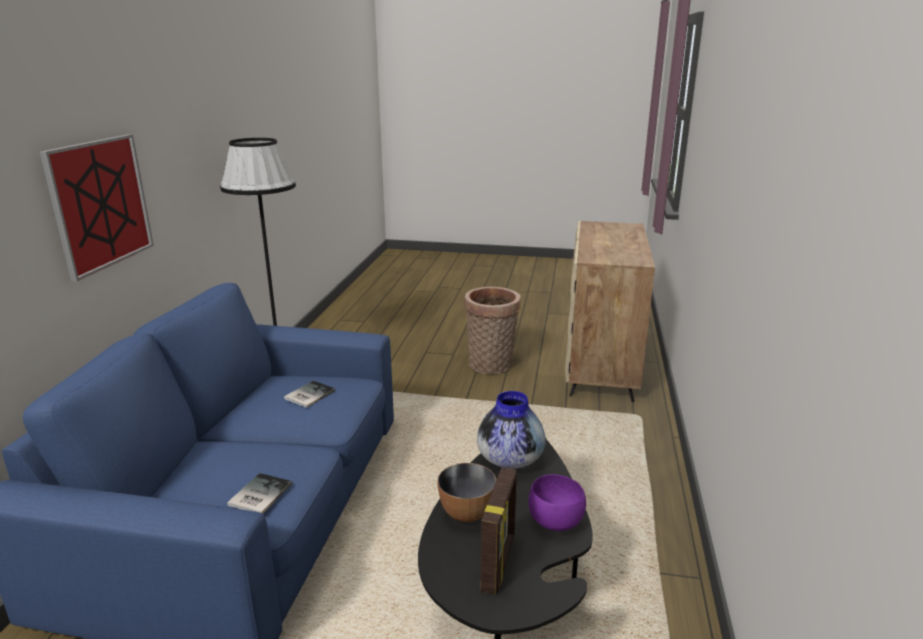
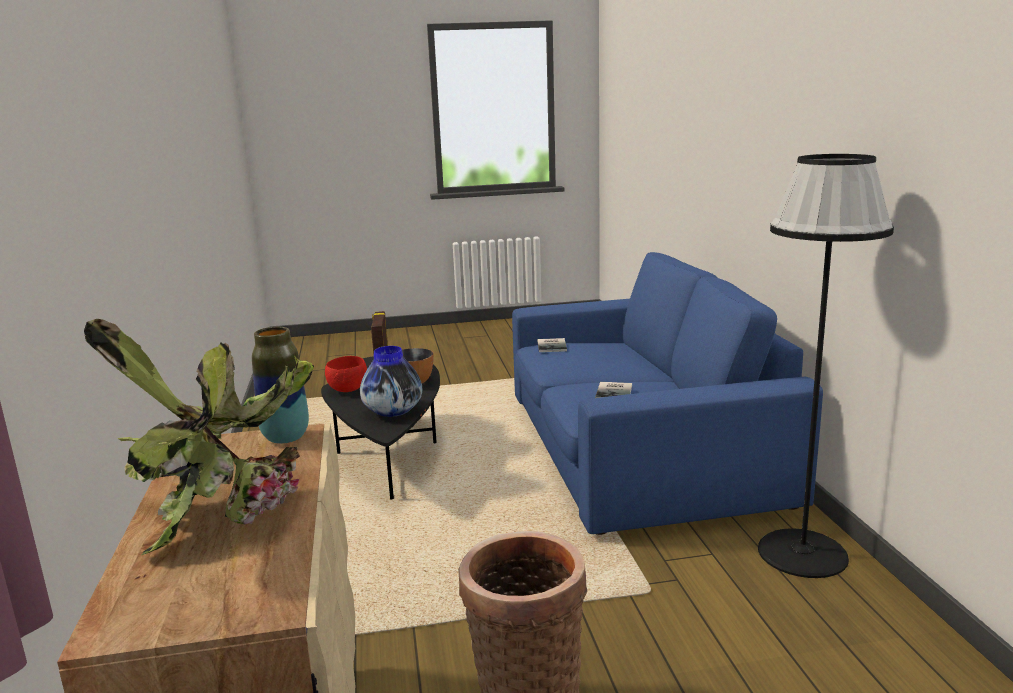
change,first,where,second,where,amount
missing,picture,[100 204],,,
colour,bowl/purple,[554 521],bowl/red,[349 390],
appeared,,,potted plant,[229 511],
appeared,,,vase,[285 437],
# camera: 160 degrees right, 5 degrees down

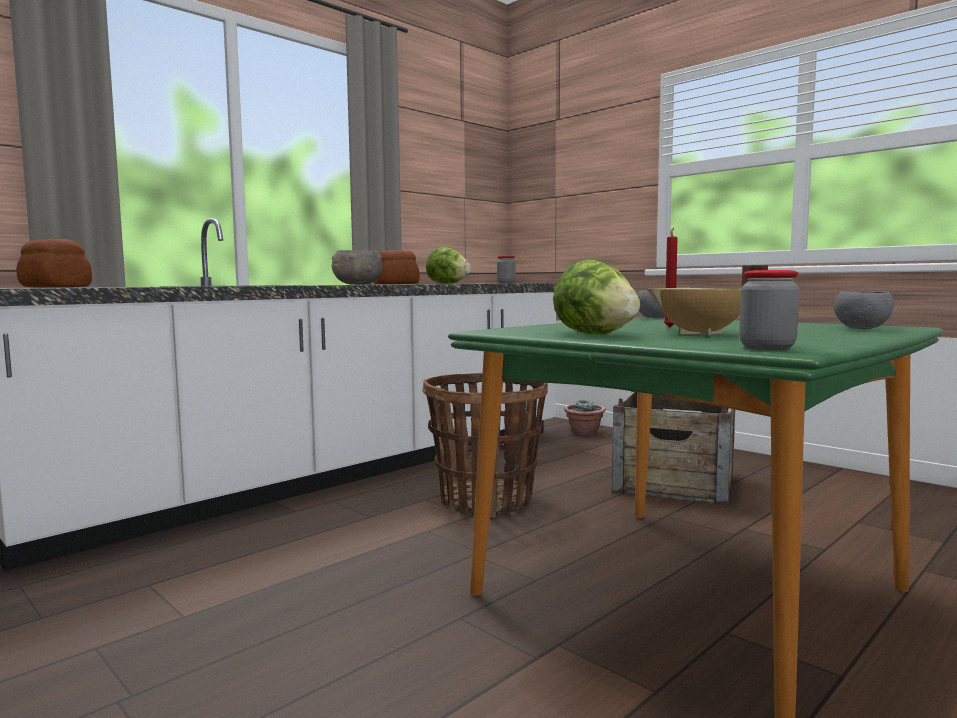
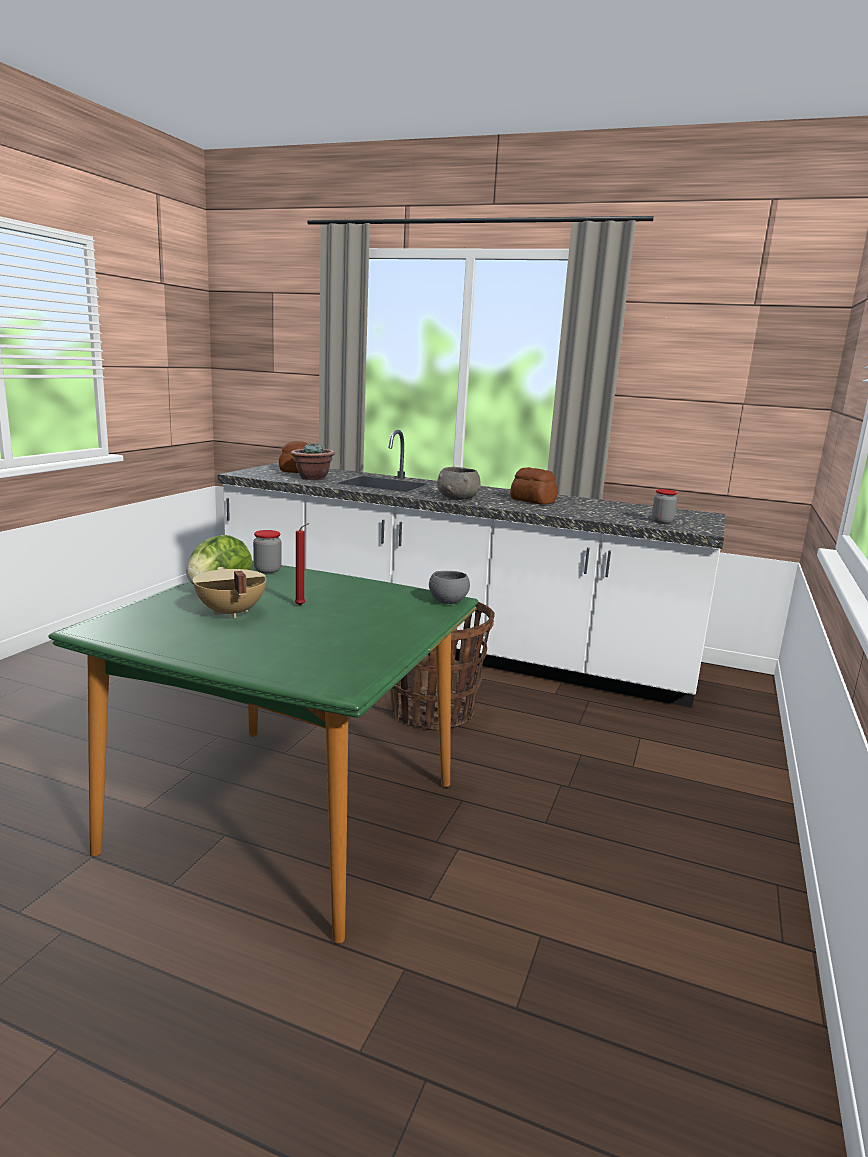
change,first,where,second,where,amount
missing,lettuce,[447 283],,,
relocated,potted plant,[584 433],,[312 478],
missing,crate,[675 483],,,
relocated,jar,[767 348],,[267 570],
missing,bowl/grey,[861 329],,,
# camera: 65 degrees right, 10 degrees up

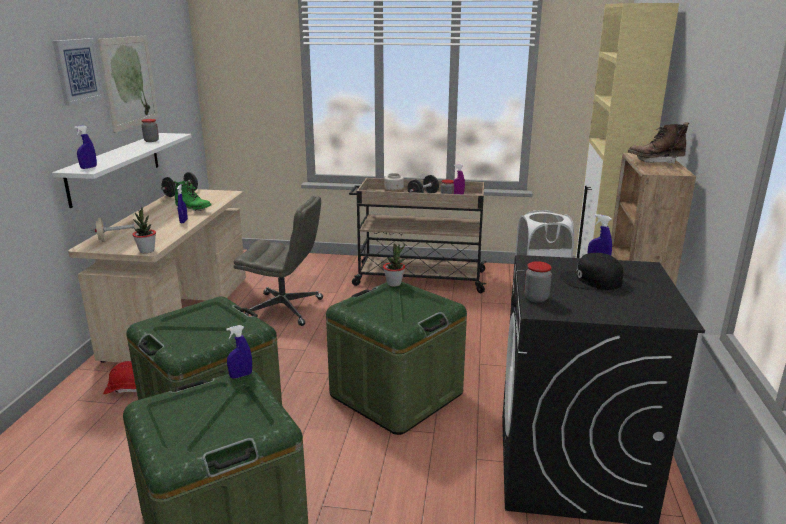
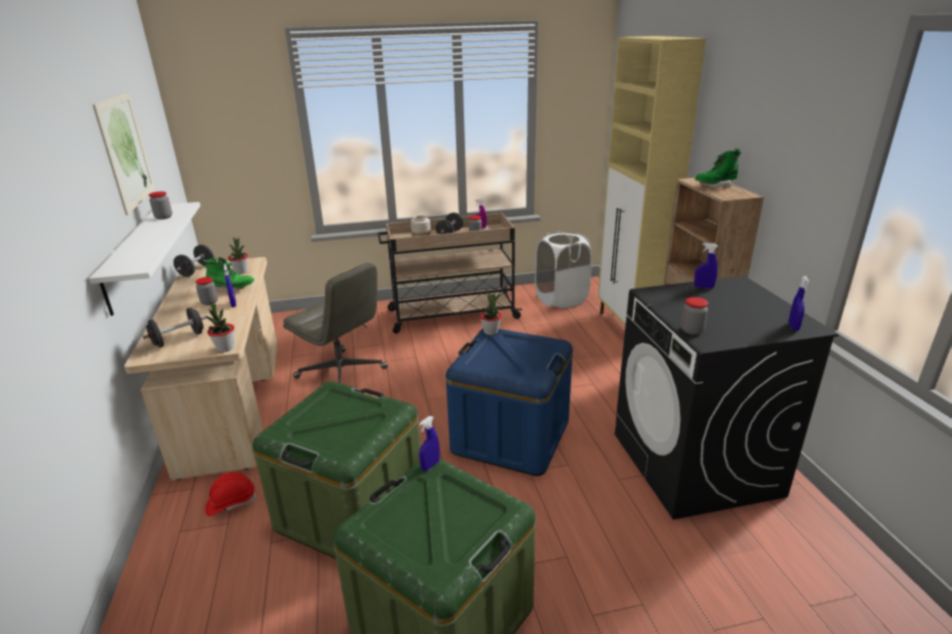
change,first,where,second,where,amount
missing,picture,[77 71],,,
relocated,spray bottle/blue,[88 167],,[793 326],
colour,dumbbell/beige,[121 239],dumbbell/black,[179 339],
spun,office chair/grey,[284 309],,[342 373],45 degrees clockwise
colour,storage box/green,[396 394],storage box/blue,[511 436],
missing,cap/black,[591 280],,,
colour,boot/brown,[655 162],boot/green,[715 186],
appeared,,,jar,[209 302],
appeared,,,potted plant,[241 272],
# camera: 20 degrees left, 5 degrees up

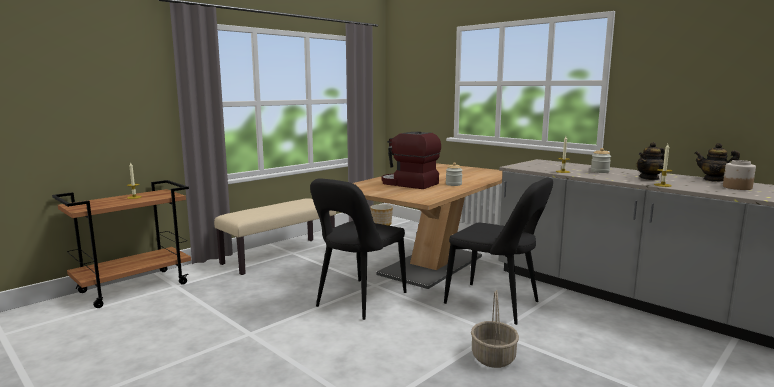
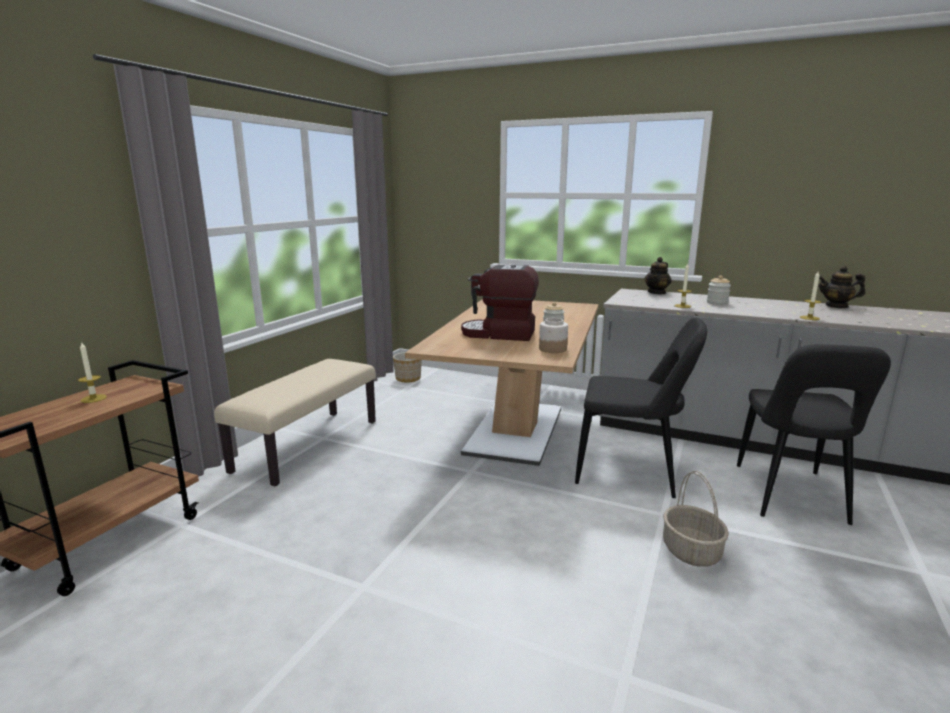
change,first,where,second,where,amount
relocated,chair/black,[359 301],,[791 497],
relocated,teapot,[649 178],,[657 292],
relocated,jar,[737 187],,[552 349],
# camera: 20 degrees left, 5 degrees up

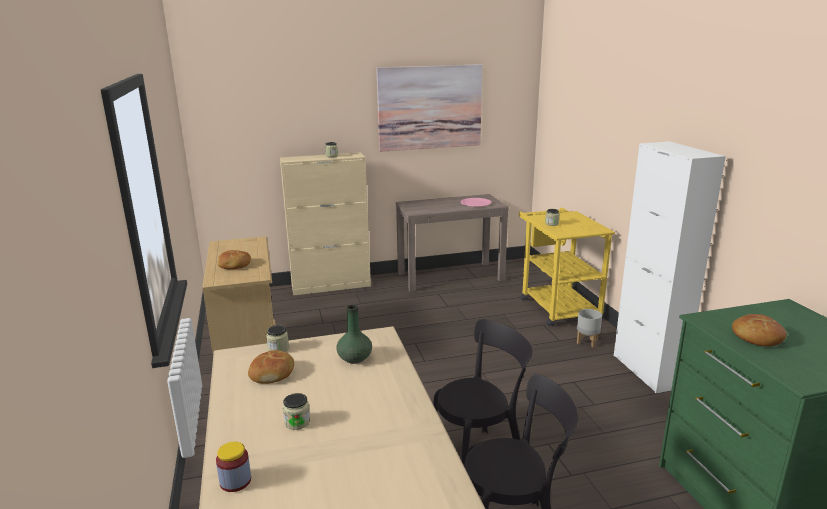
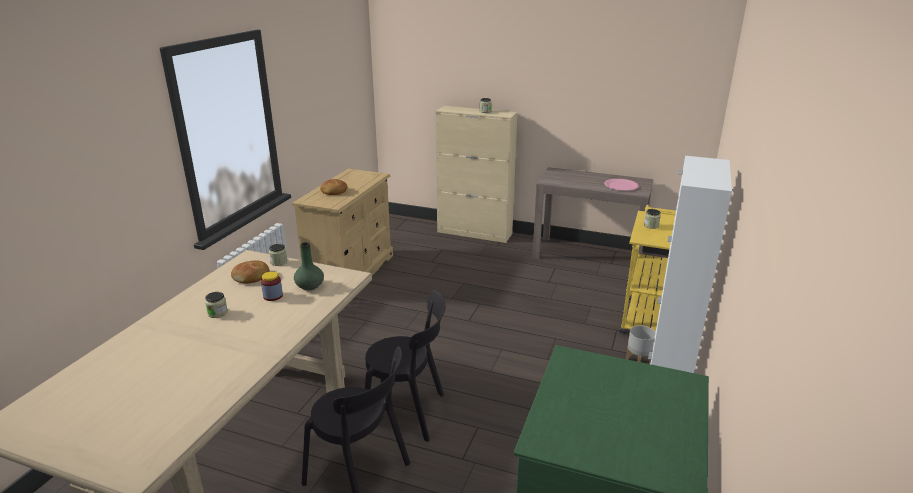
change,first,where,second,where,amount
relocated,jar,[235 481],,[273 296],
missing,picture,[430 107],,,
missing,bread,[756 337],,,
# camera: 35 degrees right, 5 degrees up

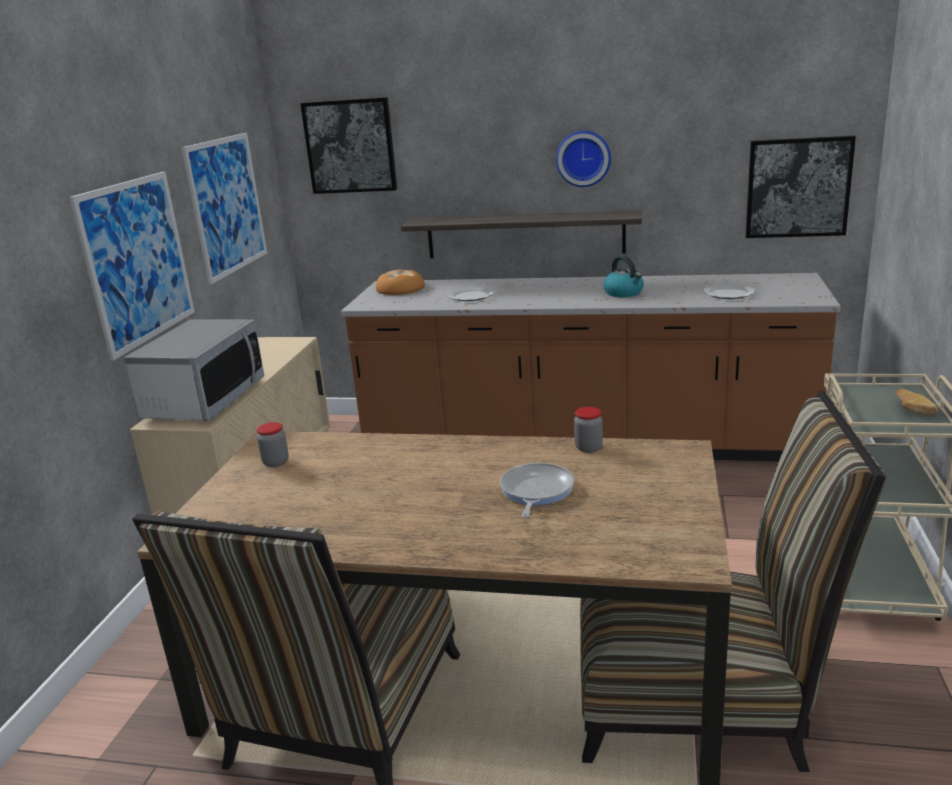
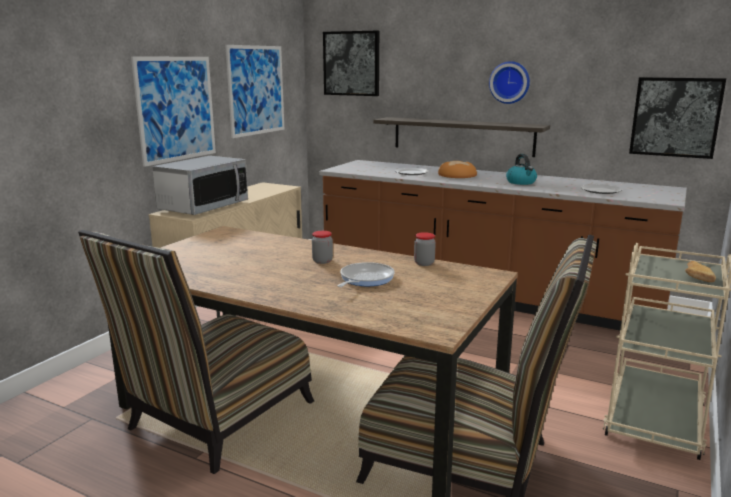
change,first,where,second,where,amount
relocated,jar,[276 462],,[322 261],
relocated,bread,[400 289],,[457 175],
# camera: 15 degrees right, 5 degrees down

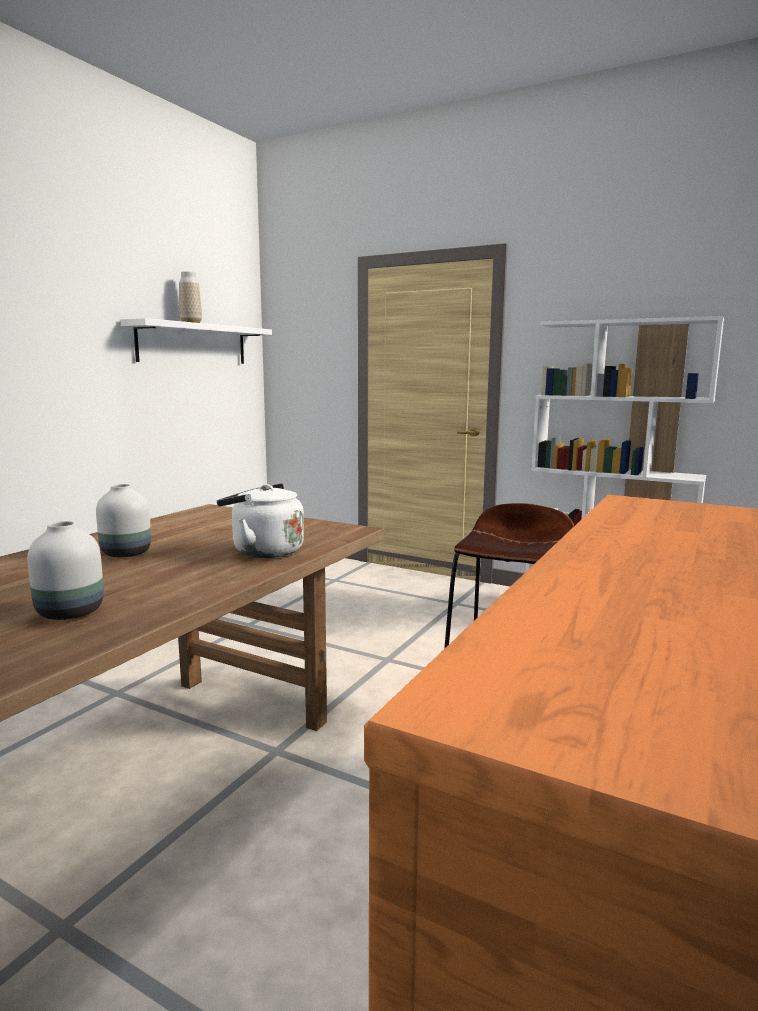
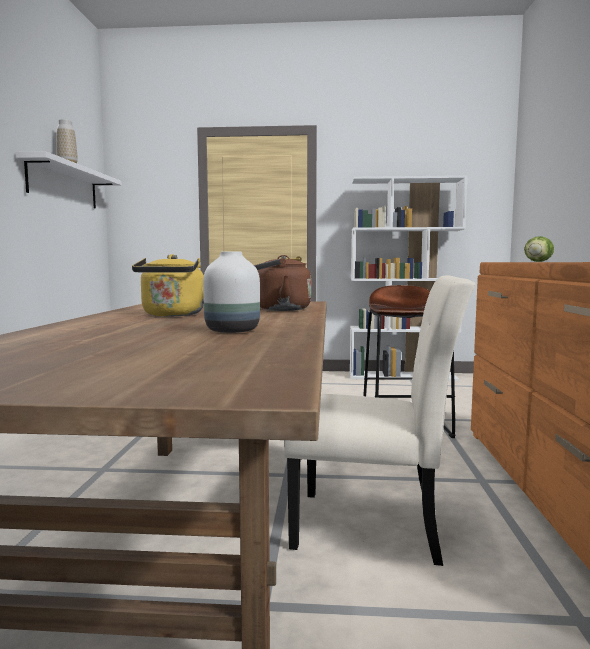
change,first,where,second,where,amount
exchanged,vase/white,[125 553],kettle/yellow,[173 315],
colour,kettle/white,[263 551],kettle/brown,[279 309],
appeared,,,chair/beige,[374 527],
appeared,,,lettuce,[537 261],
# camera: 25 degrees left, 5 degrees down

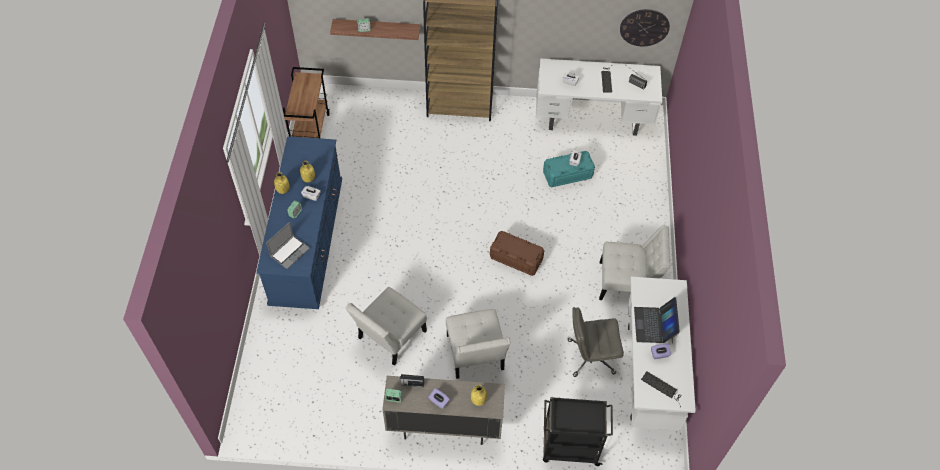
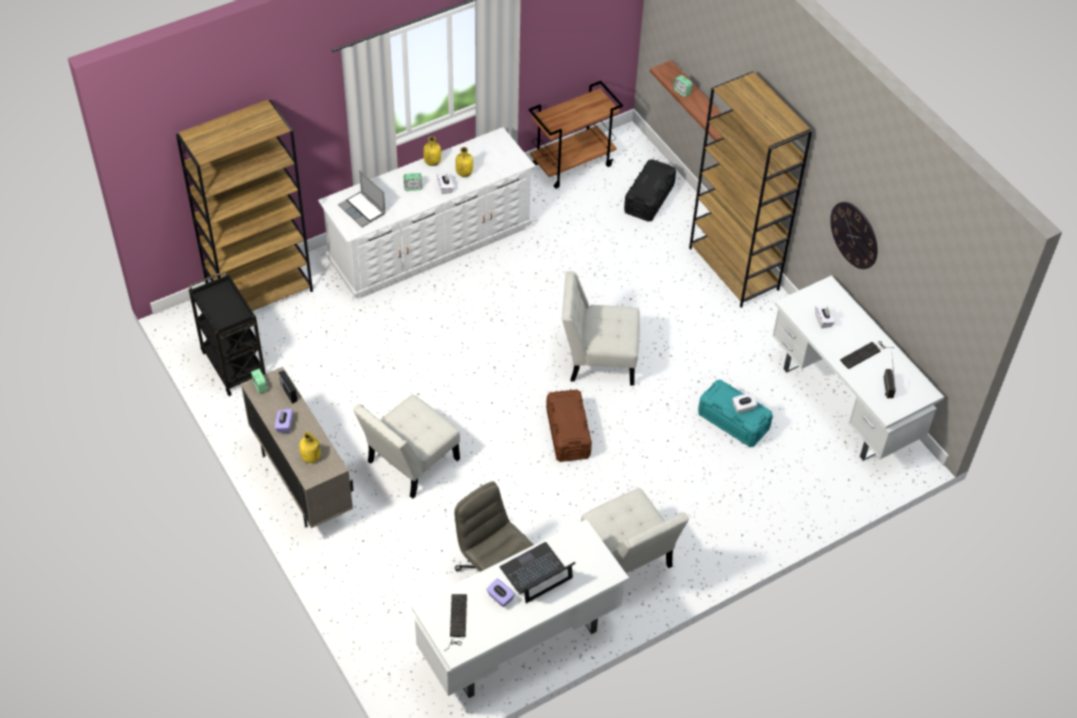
change,first,where,second,where,amount
colour,dresser/blue,[307 242],dresser/white,[430 244],
spun,laptop,[290 252],,[363 210],45 degrees clockwise
relocated,chair/white,[389 337],,[598 359],
relocated,cart/black,[569 447],,[233 364],
relocated,wall clock,[644 27],,[854 235],
appeared,,,bookcase/brown,[261 292],
appeared,,,storage box/black,[649 199],
# camera: 55 degrees right, 5 degrees down

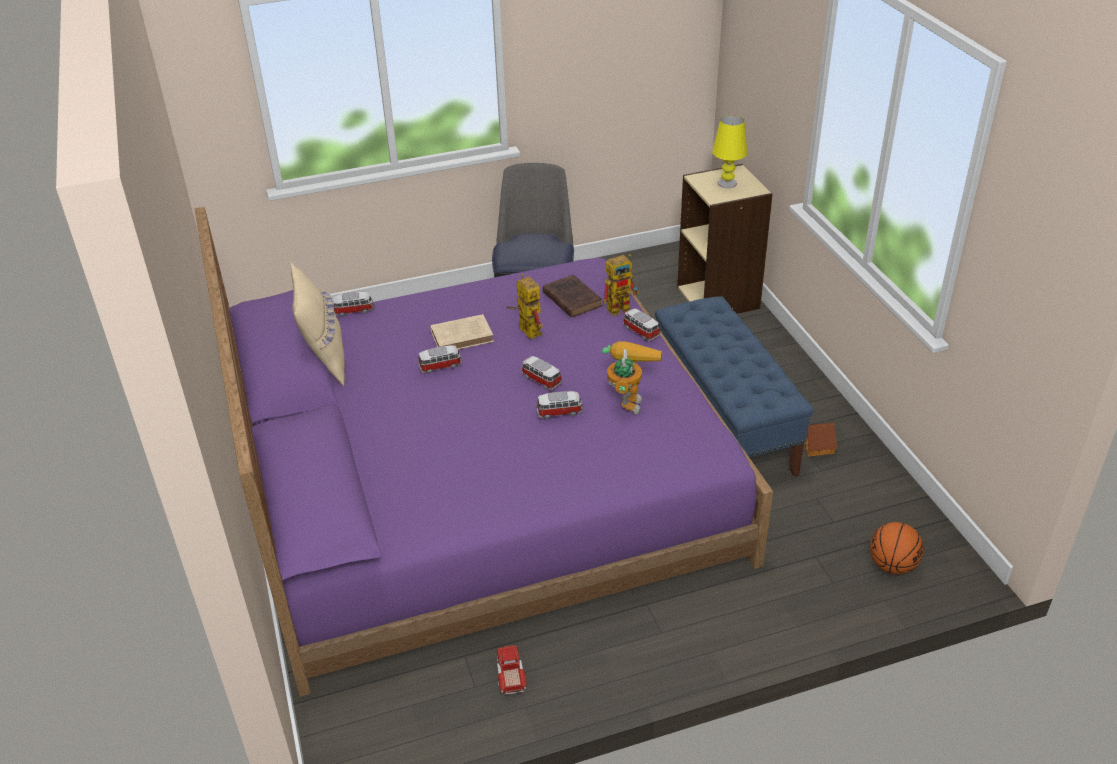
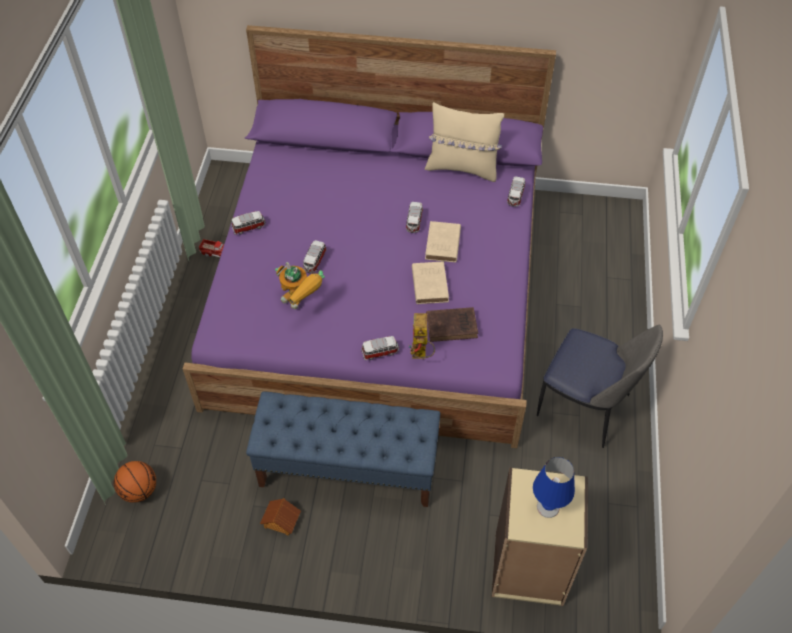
change,first,where,second,where,amount
exchanged,toy robot,[526 329],book/beige,[429 283],
relocated,toy car,[541 380],,[249 227],
colour,table lamp/yellow,[727 183],table lamp/blue,[547 507],
# camera: 115 degrees right, 15 degrees up

